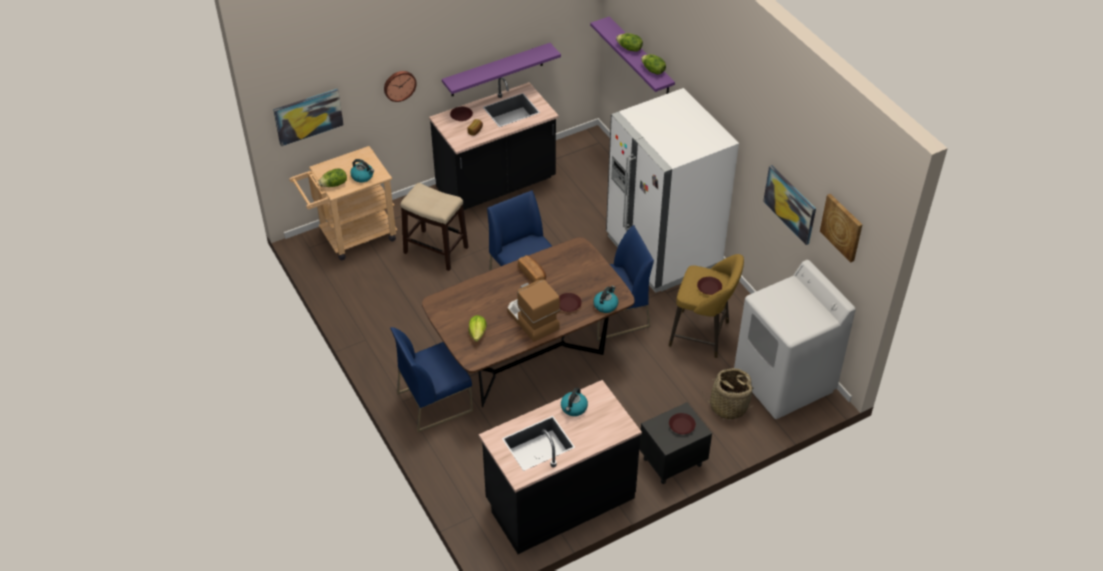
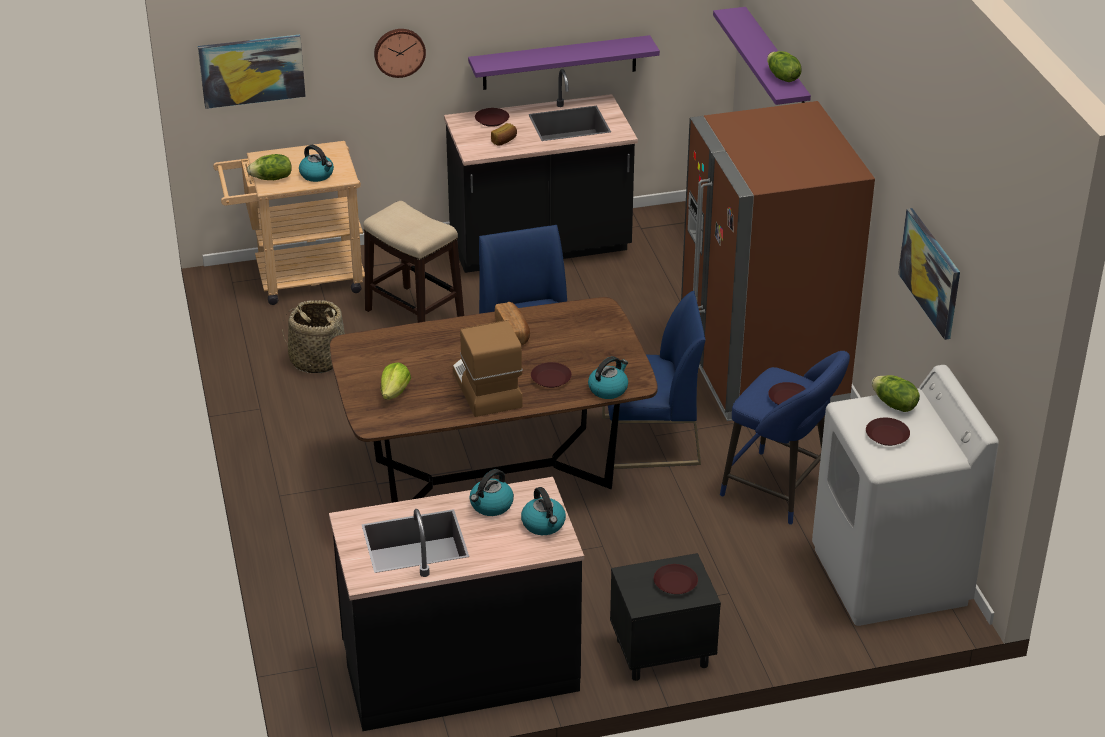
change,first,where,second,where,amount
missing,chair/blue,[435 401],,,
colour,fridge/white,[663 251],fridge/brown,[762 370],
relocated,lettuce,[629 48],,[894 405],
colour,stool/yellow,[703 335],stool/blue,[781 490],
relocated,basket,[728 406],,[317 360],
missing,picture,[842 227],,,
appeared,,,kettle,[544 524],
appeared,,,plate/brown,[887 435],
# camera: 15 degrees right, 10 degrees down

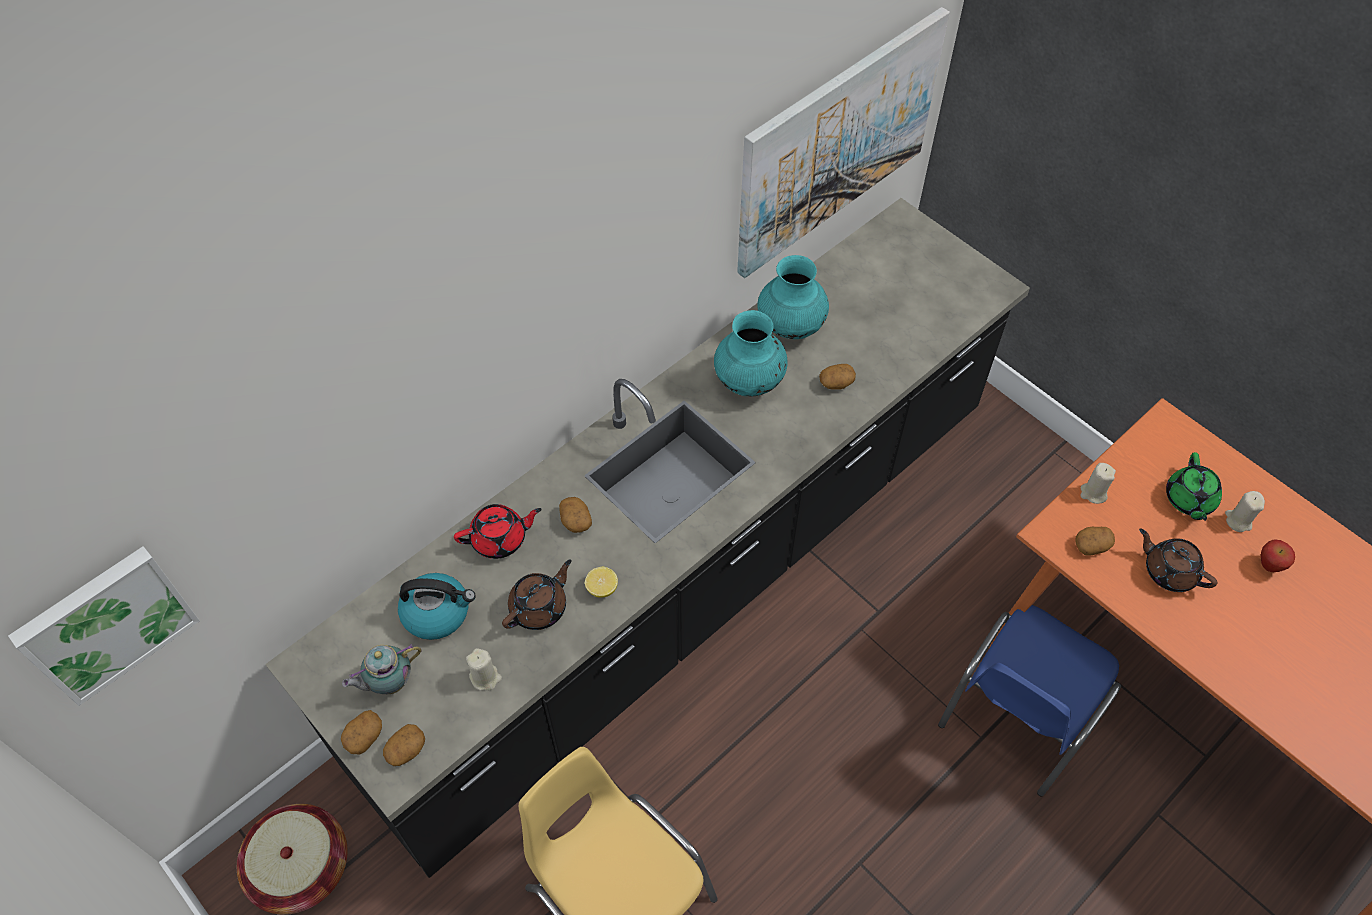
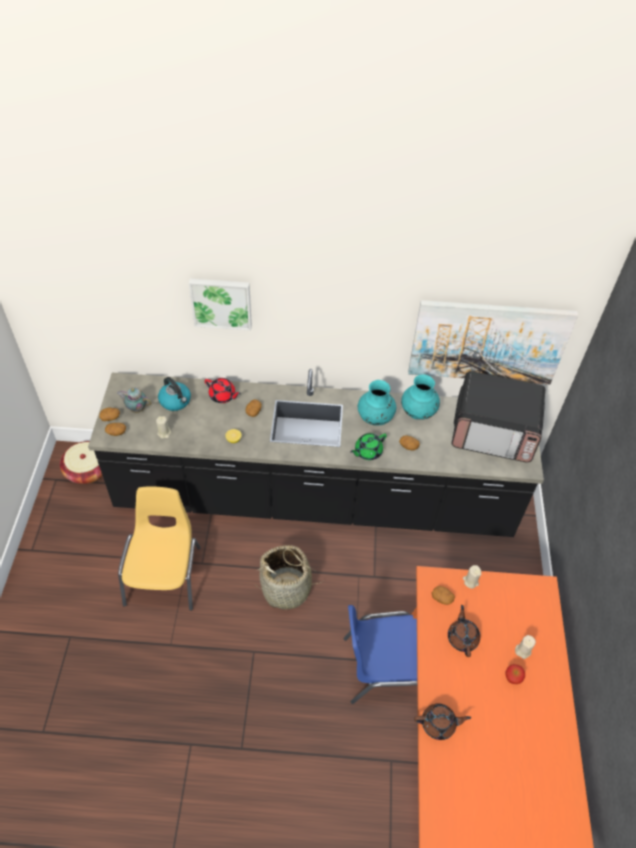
change,first,where,second,where,amount
relocated,picture,[106 622],,[221 302],
relocated,teapot/brown,[539 607],,[439 724],
relocated,teapot/green,[1189 500],,[367 451],
appeared,,,basket,[287 589],
appeared,,,microwave,[494 432],
# camera: 45 degrees right, 5 degrees down

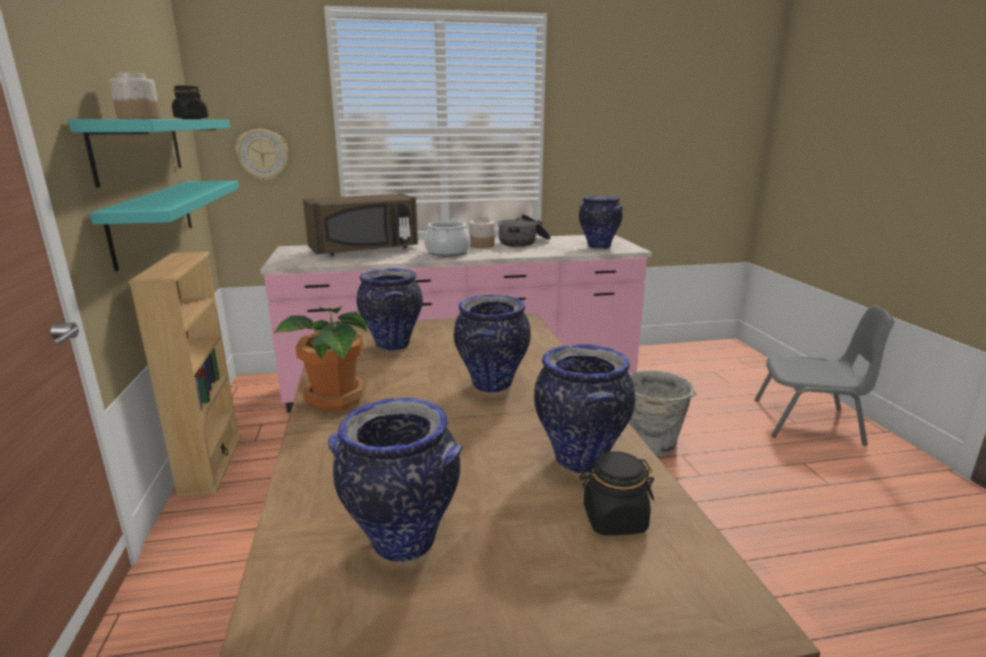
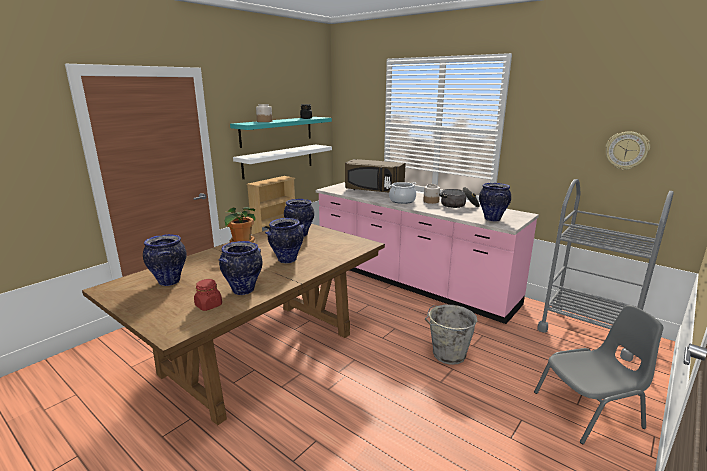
change,first,where,second,where,amount
colour,shelf/turquoise,[153 220],shelf/white,[278 161],
relocated,wall clock,[263 155],,[626 150],
colour,jar/black,[614 520],jar/red,[208 305],
spun,chair/grey,[809 422],,[589 410],75 degrees counterclockwise
appeared,,,cart/grey,[588 331],
# camera: 50 degrees right, 0 degrees up

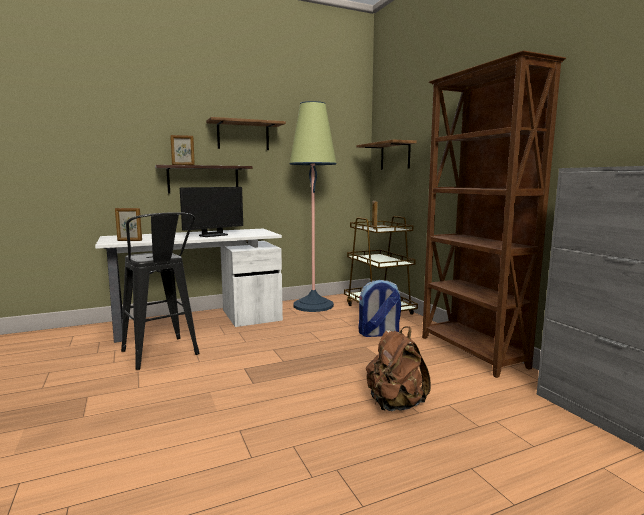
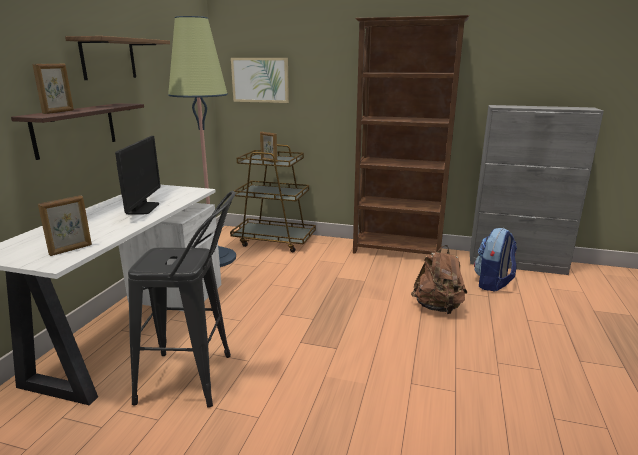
change,first,where,second,where,amount
exchanged,shelf,[395 156],picture,[260 80],
relocated,backpack,[378 334],,[493 283],
# camera: 50 degrees left, 10 degrees up

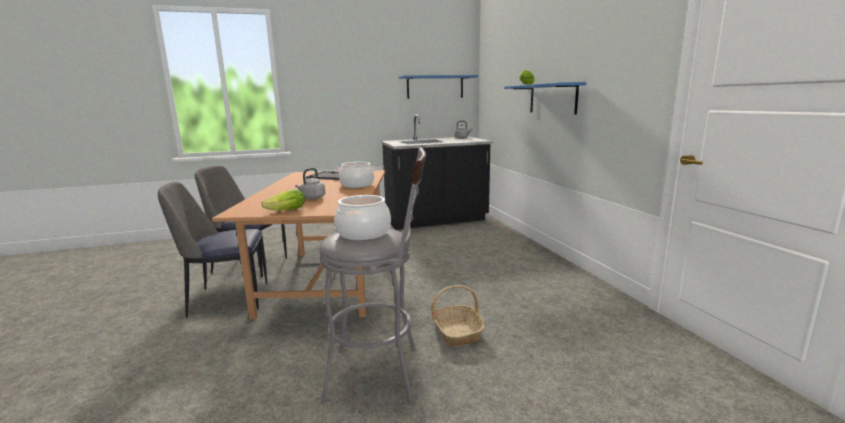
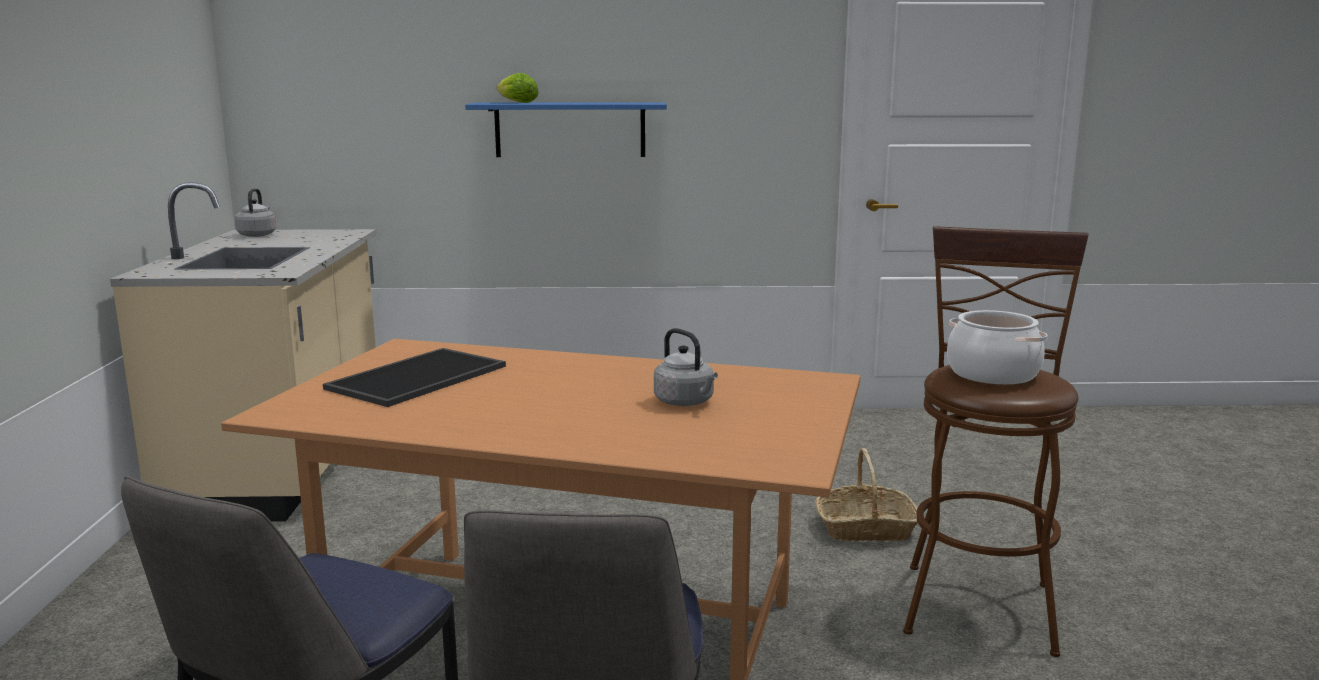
change,first,where,second,where,amount
missing,lettuce,[284 211],,,
colour,stool/grey,[382 372],stool/brown,[978 599],
missing,cooking pot,[356 185],,,
colour,counter/black,[436 220],counter/beige,[284 466],
missing,shelf/blue,[435 87],,,
# camera: 75 degrees left, 0 degrees up

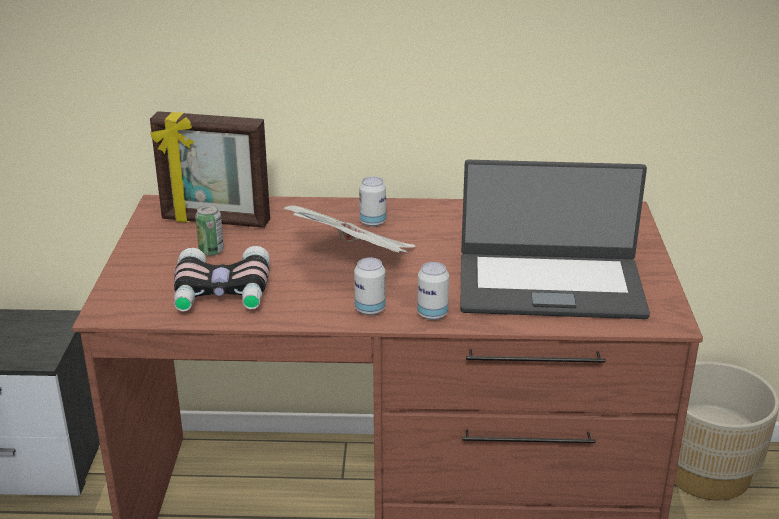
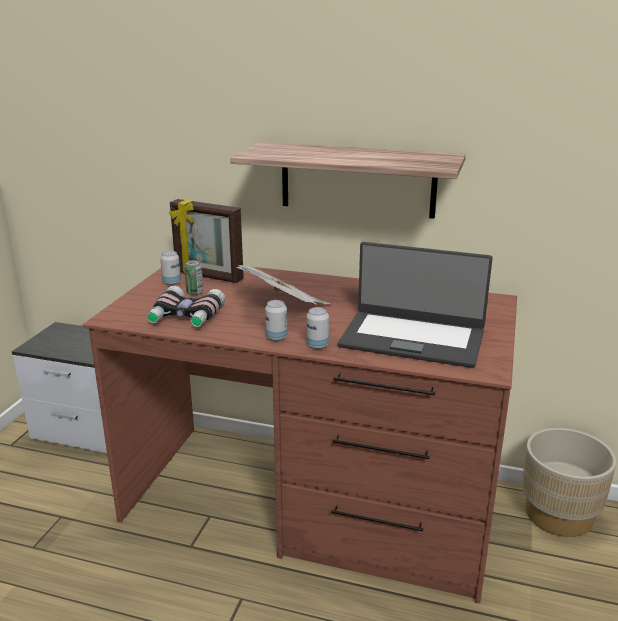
change,first,where,second,where,amount
relocated,can,[372 222],,[171 282],
appeared,,,shelf,[357 180],
# camera: 15 degrees right, 5 degrees down

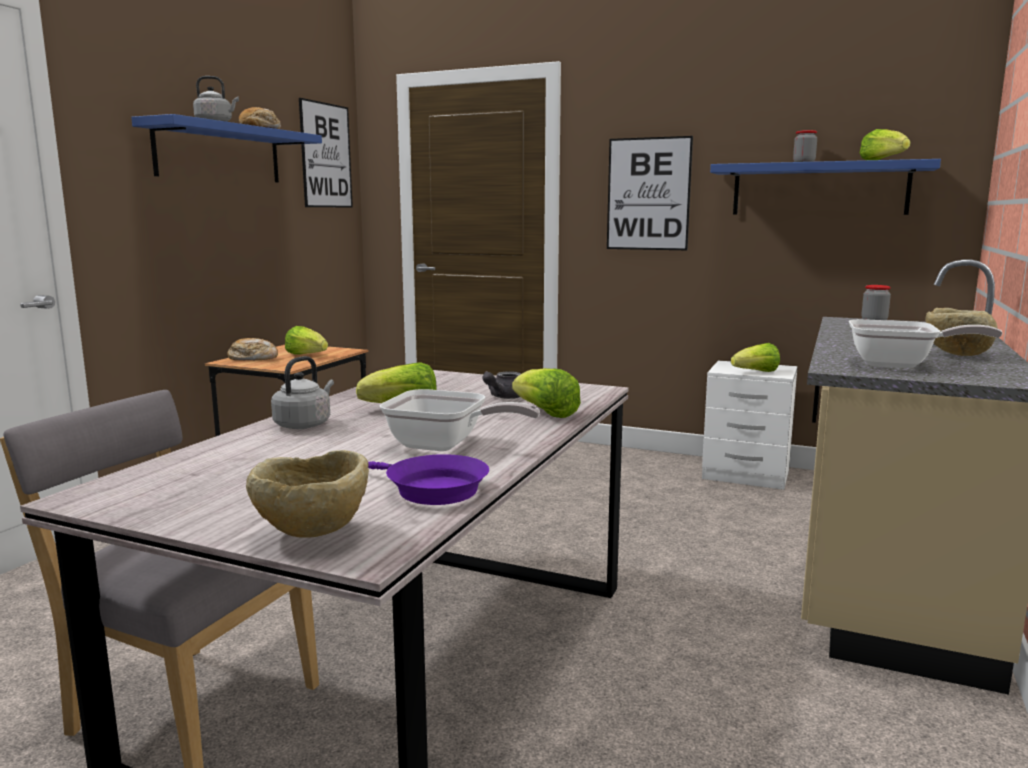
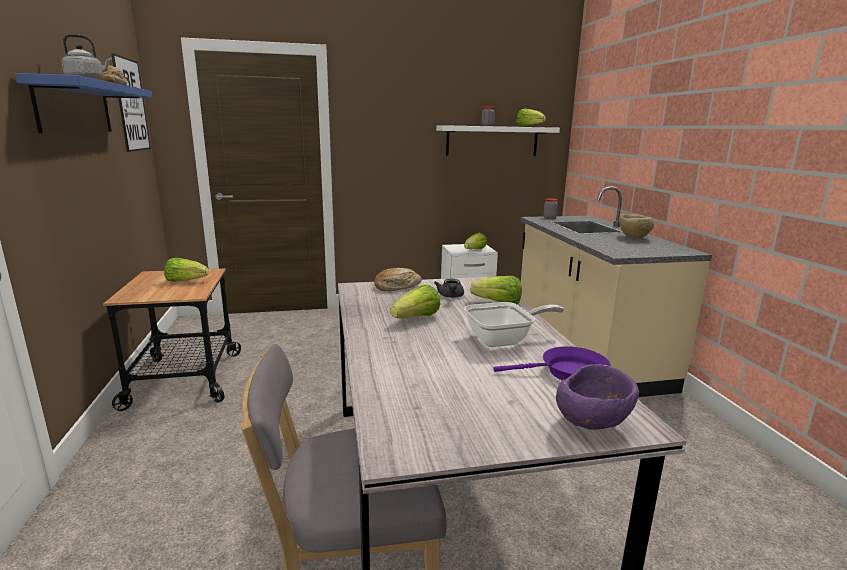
change,first,where,second,where,amount
relocated,bread,[253 358],,[397 286],
colour,bowl/beige,[312 535],bowl/purple,[592 425],
missing,kettle/grey,[304 424],,,
missing,picture,[648 194],,,
colour,shelf/blue,[819 189],shelf/white,[492 141],
missing,frying pan,[900 365],,,
# camera: 35 degrees left, 5 degrees up

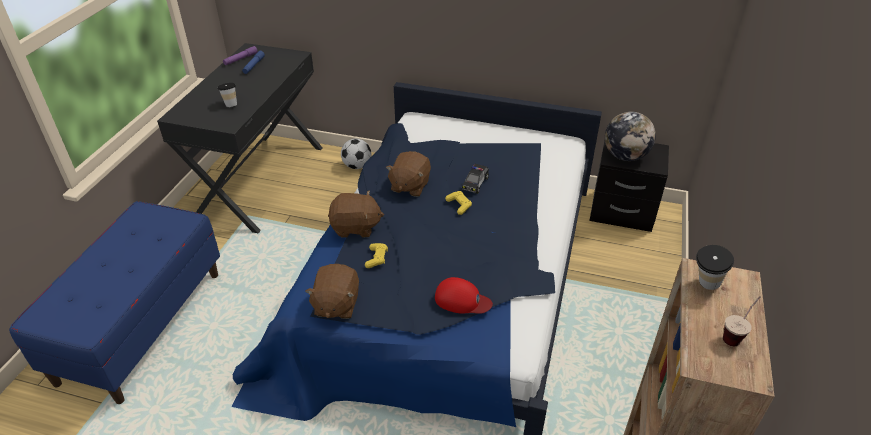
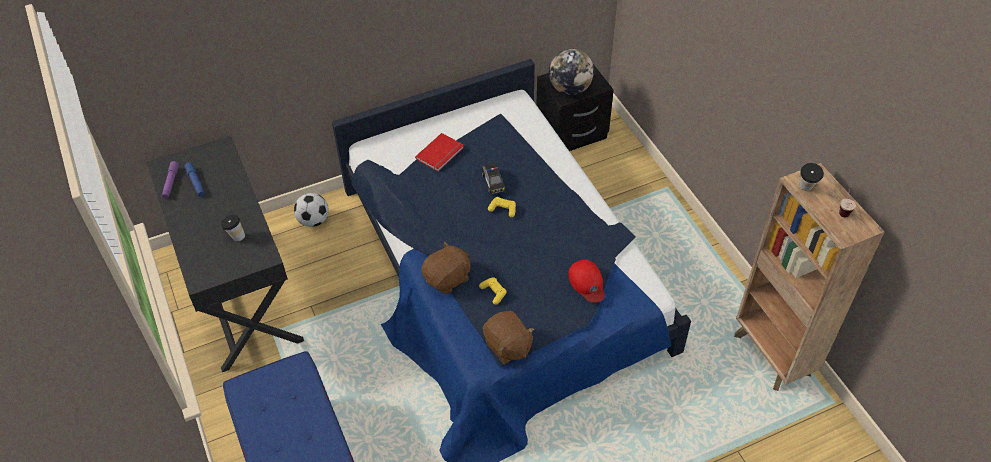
change,first,where,second,where,amount
missing,plush toy/brown,[409 186],,,
spun,cap/red,[462 300],,[587 283],90 degrees clockwise
appeared,,,book/red,[441 154],
# camera: 40 degrees left, 10 degrees up

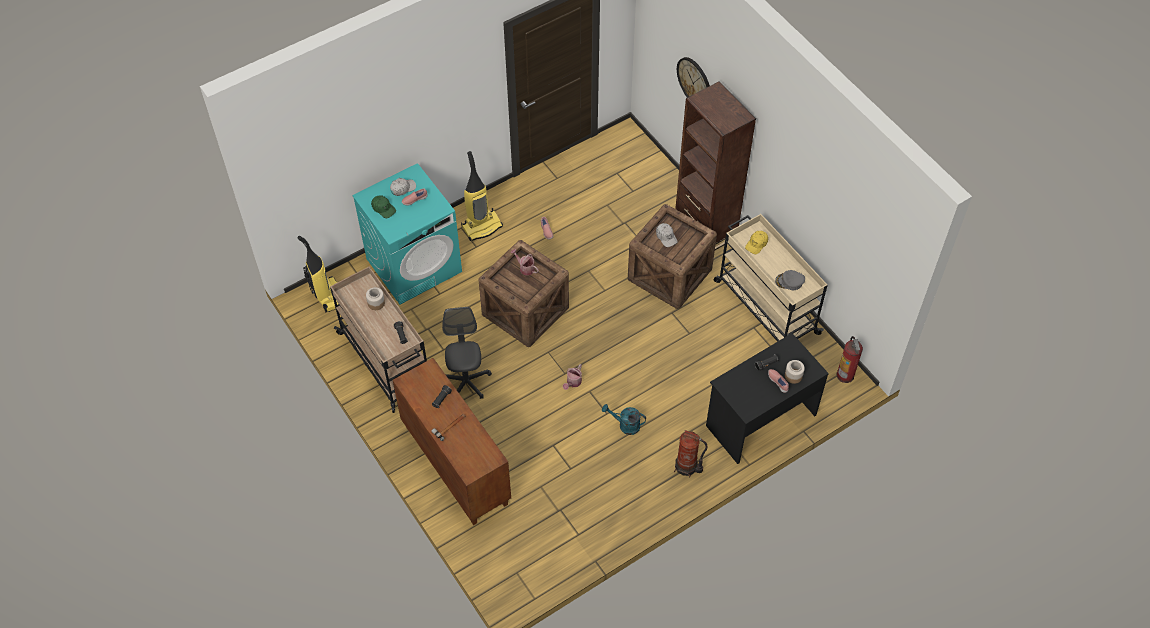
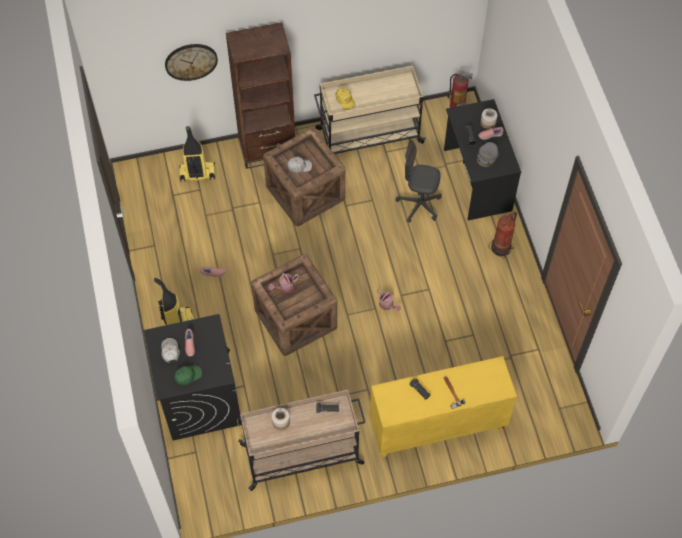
change,first,where,second,where,amount
relocated,vacuum cleaner,[328 296],,[197 174],
colour,washing machine/turquoise,[414 265],washing machine/black,[200 398],
colour,cabinet/brown,[454 465],cabinet/yellow,[437 426],
relocated,office chair/grey,[466 382],,[419 205],
missing,watering can/turquoise,[625 425],,,
relocated,cap/grey,[789 282],,[487 156],
# camera: 70 degrees left, 5 degrees up

